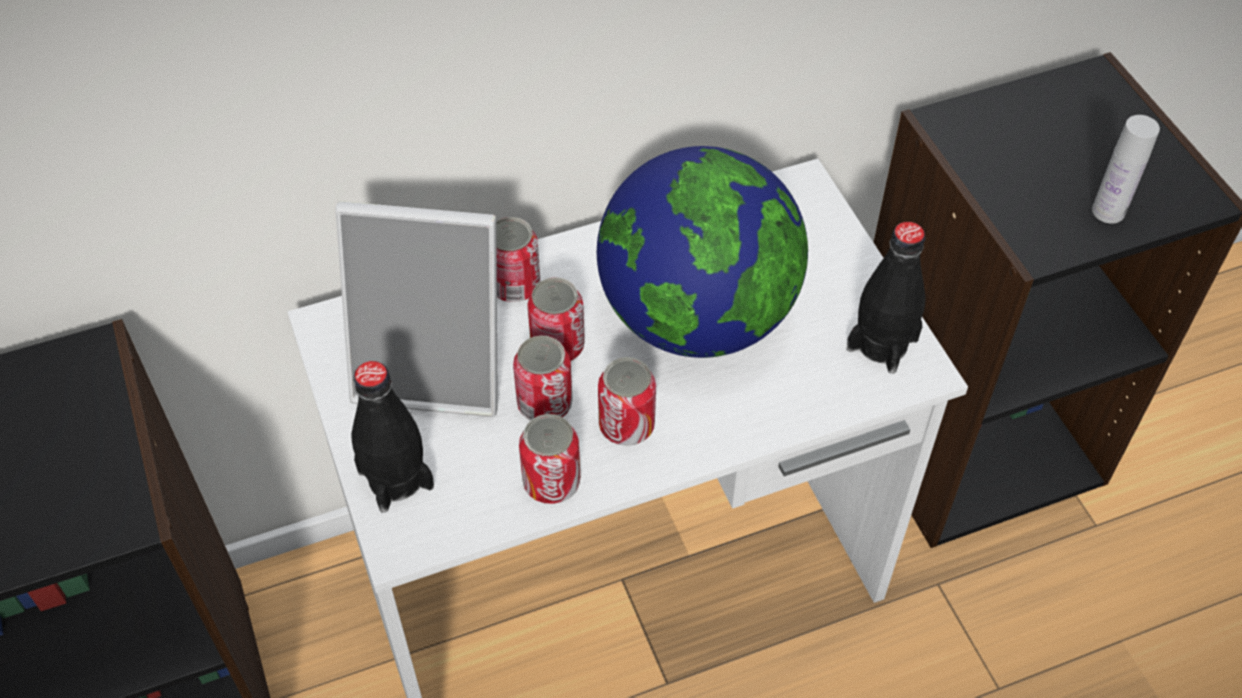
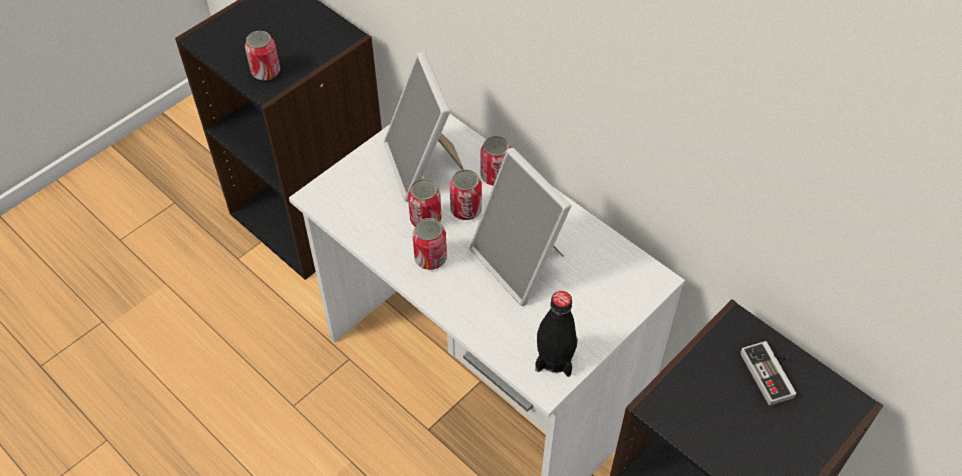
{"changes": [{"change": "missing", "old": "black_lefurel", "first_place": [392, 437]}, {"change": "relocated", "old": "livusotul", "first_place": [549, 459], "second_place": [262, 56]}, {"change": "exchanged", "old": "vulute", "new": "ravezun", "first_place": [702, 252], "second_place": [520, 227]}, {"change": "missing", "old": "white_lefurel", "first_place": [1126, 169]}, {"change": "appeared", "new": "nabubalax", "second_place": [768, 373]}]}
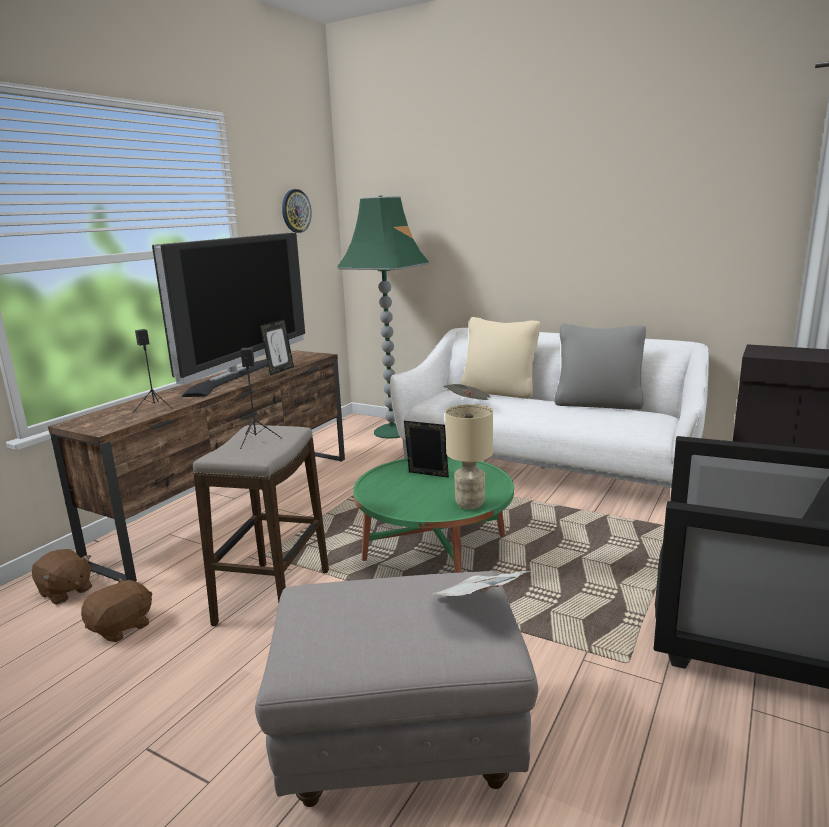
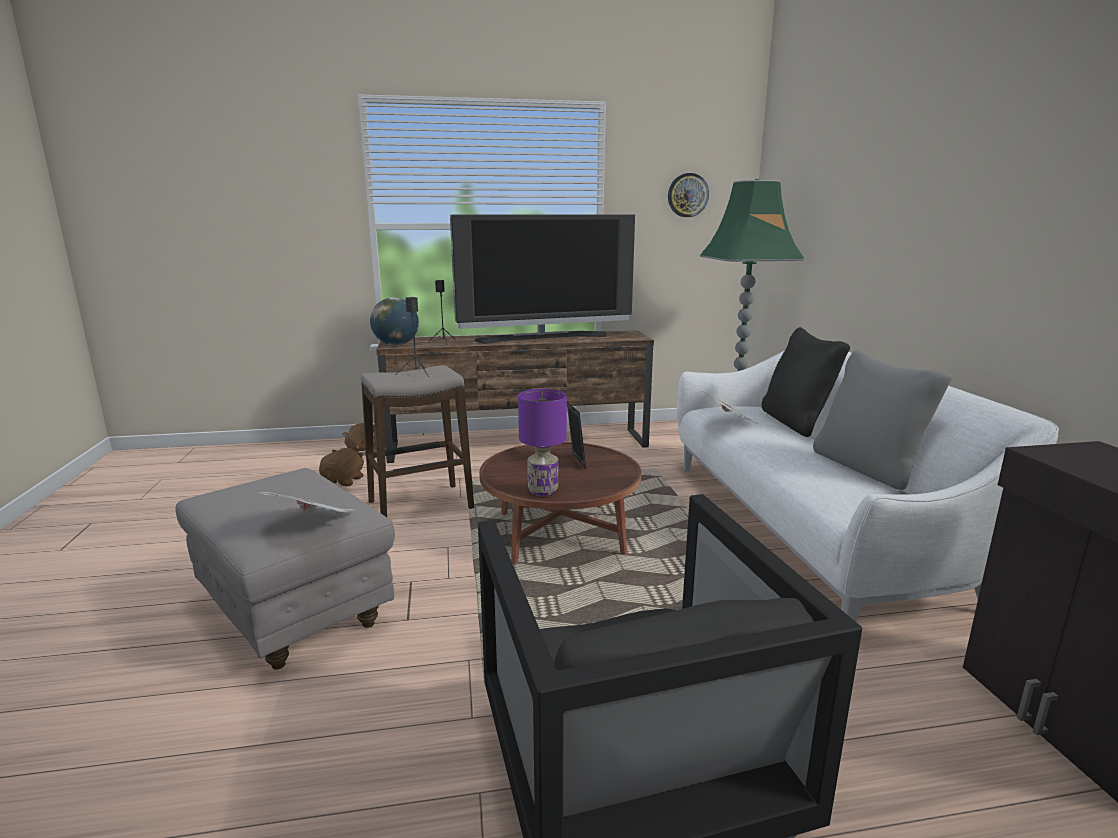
{"changes": [{"change": "spun", "old": "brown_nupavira", "first_place": [116, 610], "second_place": [341, 467], "degrees": -75}, {"change": "missing", "old": "ravezun", "first_place": [277, 347]}, {"change": "colour", "old": "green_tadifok", "new": "brown_tadifok", "first_place": [433, 514], "second_place": [560, 503]}, {"change": "colour", "old": "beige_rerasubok", "new": "purple_rerasubok", "first_place": [469, 456], "second_place": [542, 442]}, {"change": "colour", "old": "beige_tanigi", "new": "black_tanigi", "first_place": [500, 358], "second_place": [806, 382]}, {"change": "appeared", "new": "vulute", "second_place": [394, 321]}]}
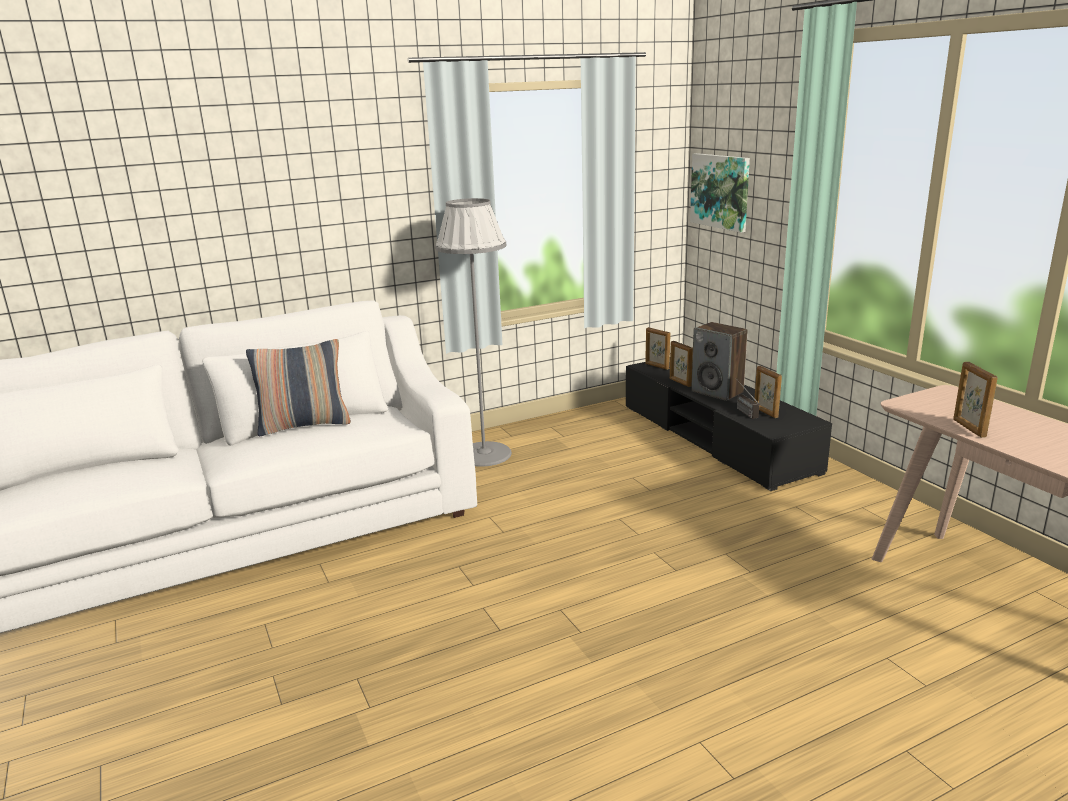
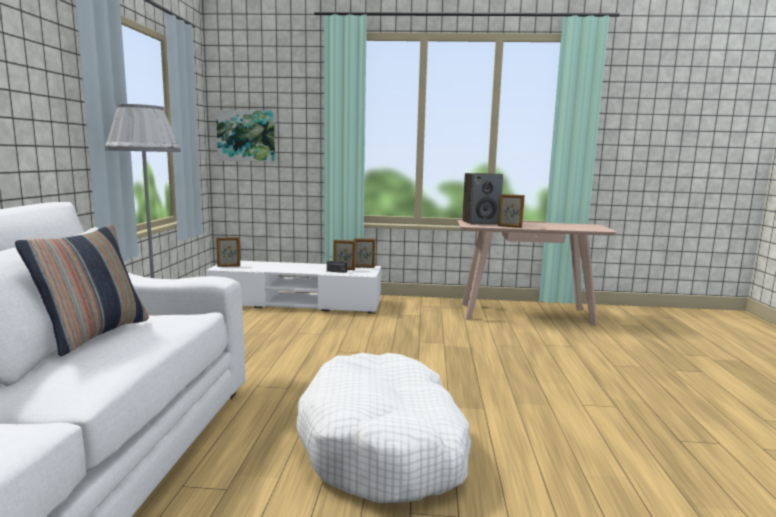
{"changes": [{"change": "colour", "old": "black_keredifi", "new": "white_keredifi", "first_place": [729, 426], "second_place": [293, 287]}, {"change": "relocated", "old": "ravezun", "first_place": [681, 364], "second_place": [364, 253]}, {"change": "relocated", "old": "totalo", "first_place": [719, 361], "second_place": [482, 199]}, {"change": "appeared", "new": "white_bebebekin", "second_place": [383, 428]}]}
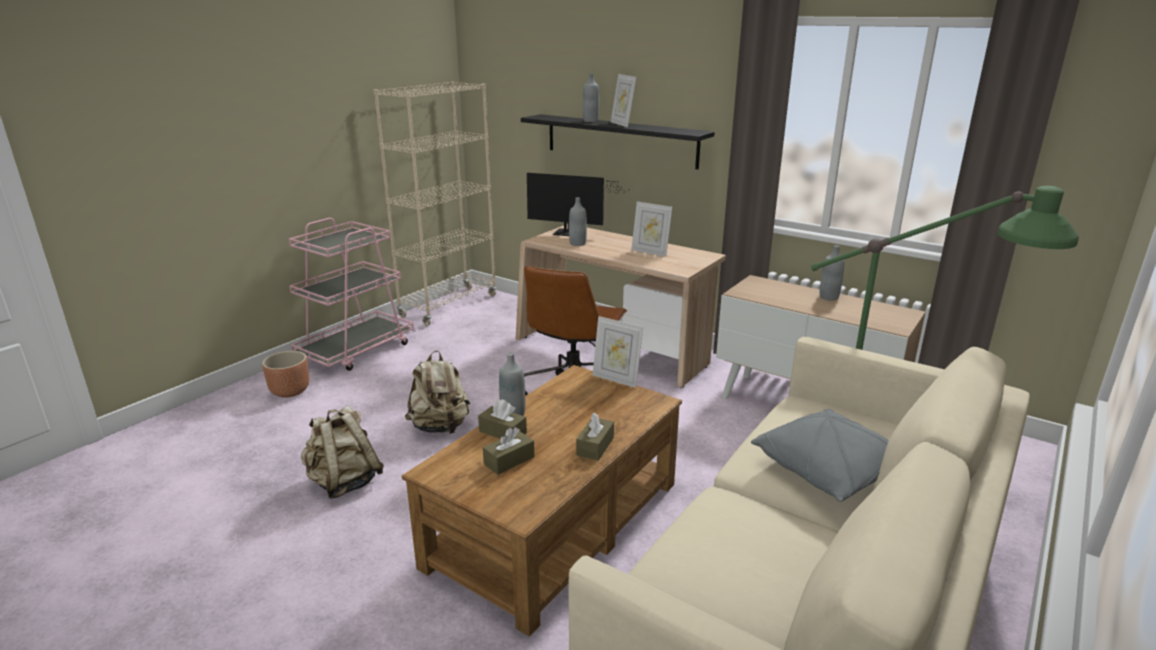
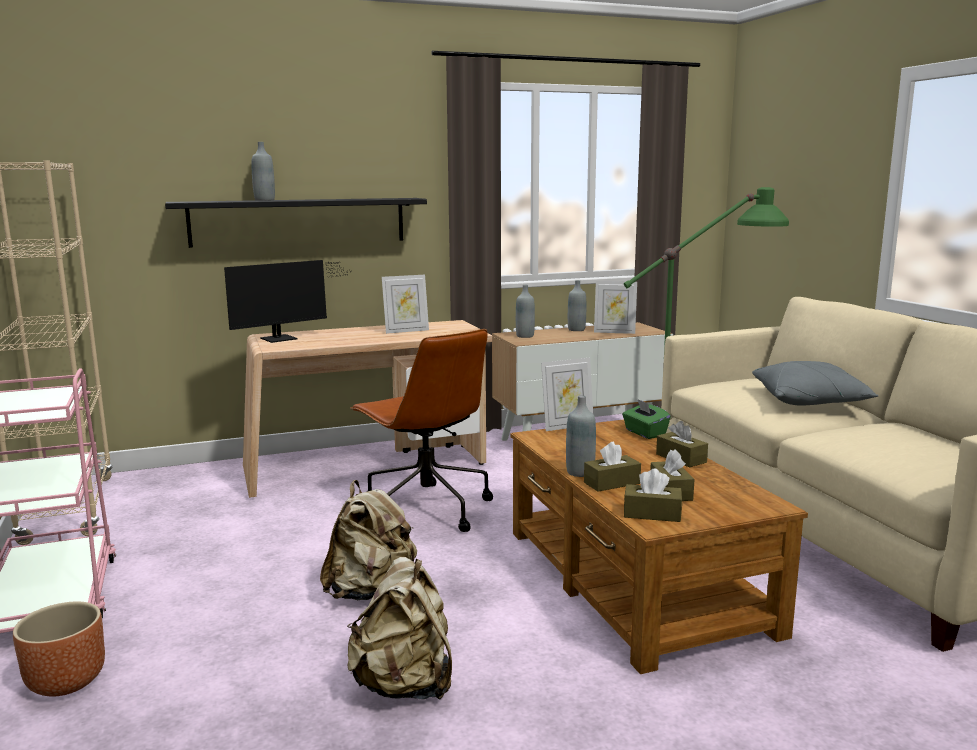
{"changes": [{"change": "relocated", "old": "grey_lefurel", "first_place": [578, 221], "second_place": [525, 311]}, {"change": "relocated", "old": "ravezun", "first_place": [623, 100], "second_place": [615, 307]}, {"change": "appeared", "new": "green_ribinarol", "second_place": [646, 419]}, {"change": "appeared", "new": "brown_ribinarol", "second_place": [653, 495]}]}
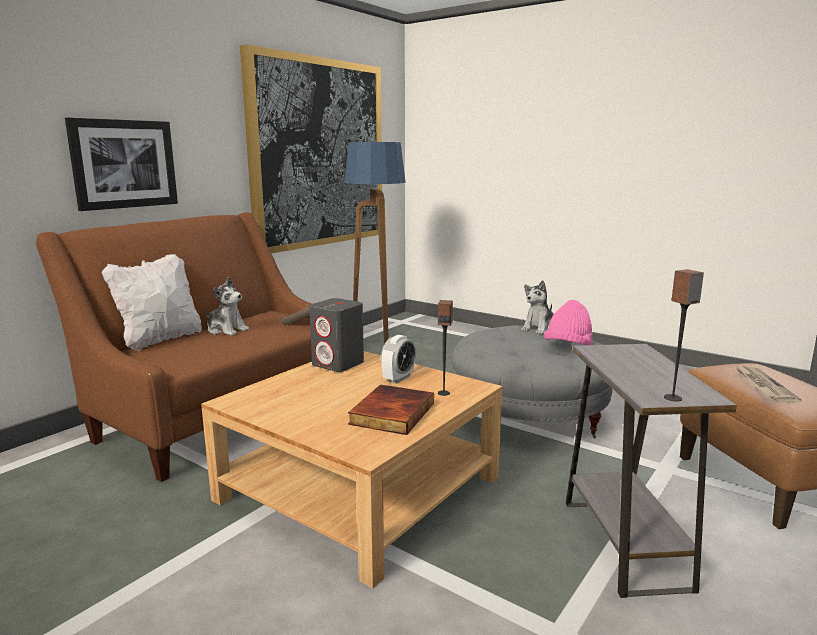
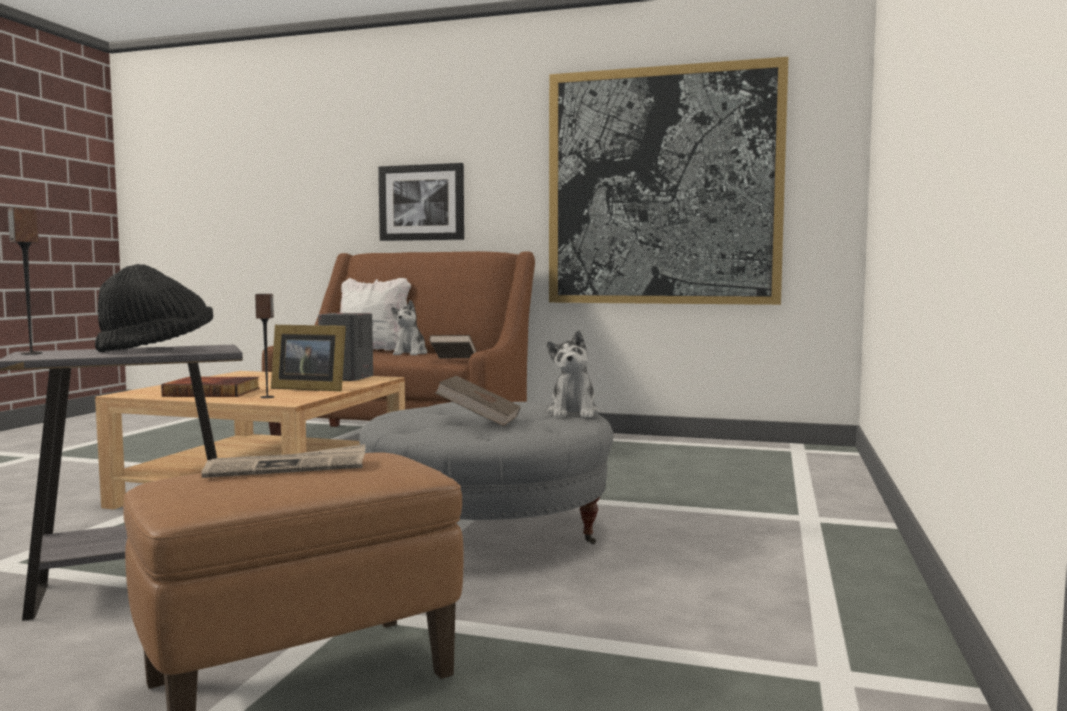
{"changes": [{"change": "missing", "old": "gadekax", "first_place": [375, 243]}, {"change": "exchanged", "old": "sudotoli", "new": "ravezun", "first_place": [398, 359], "second_place": [308, 358]}, {"change": "spun", "old": "nupavira", "first_place": [537, 307], "second_place": [573, 374], "degrees": -105}, {"change": "exchanged", "old": "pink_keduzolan", "new": "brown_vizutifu", "first_place": [568, 322], "second_place": [478, 401]}, {"change": "appeared", "new": "black_keduzolan", "second_place": [154, 308]}]}
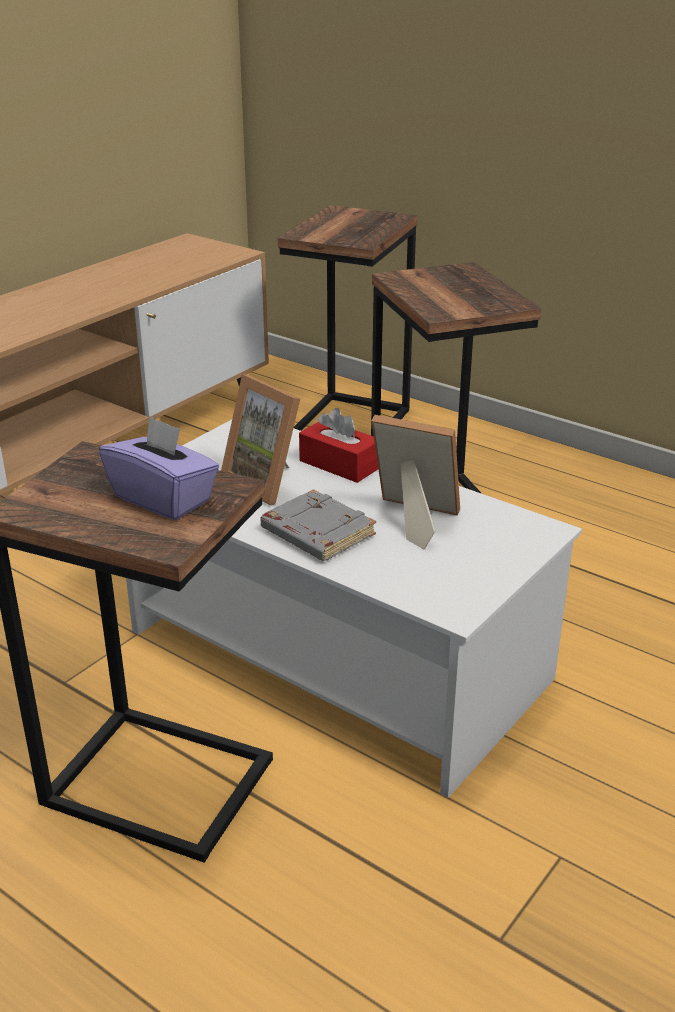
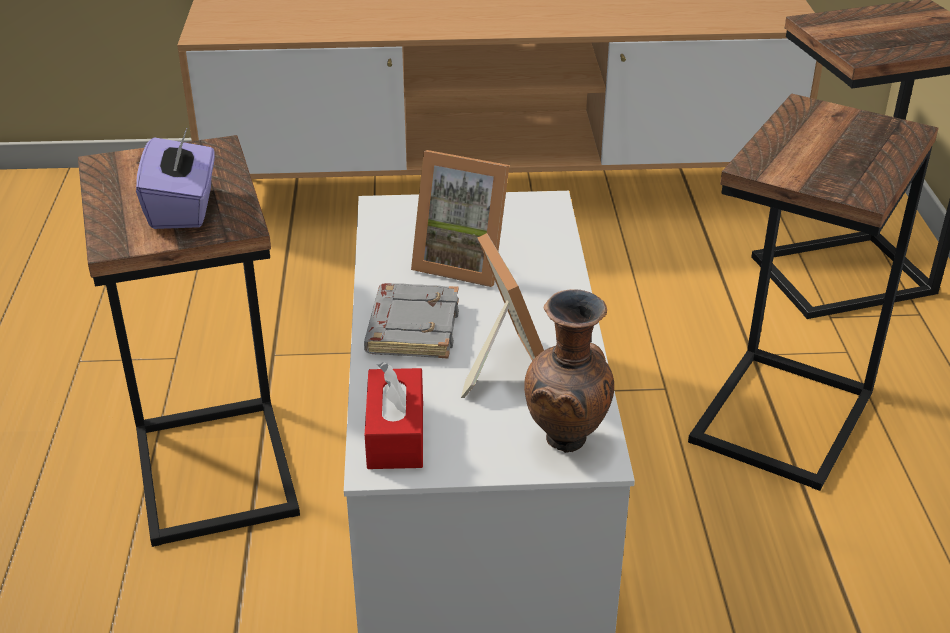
{"changes": [{"change": "spun", "old": "ravezun", "first_place": [260, 440], "second_place": [460, 218], "degrees": -75}, {"change": "relocated", "old": "red_ribinarol", "first_place": [338, 445], "second_place": [394, 415]}, {"change": "appeared", "new": "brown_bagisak", "second_place": [569, 371]}]}
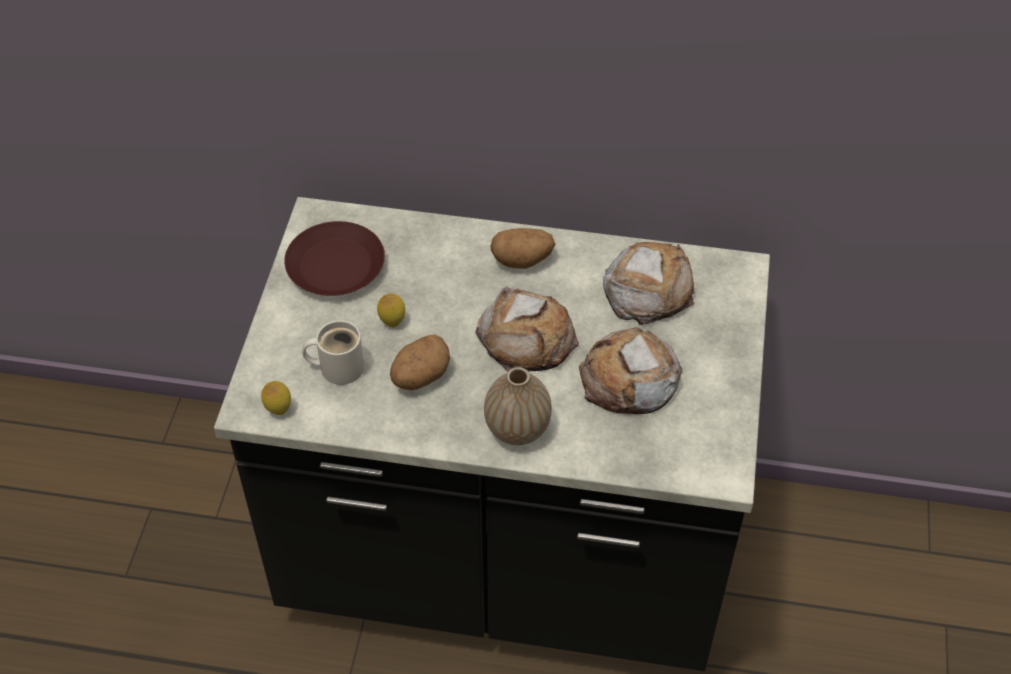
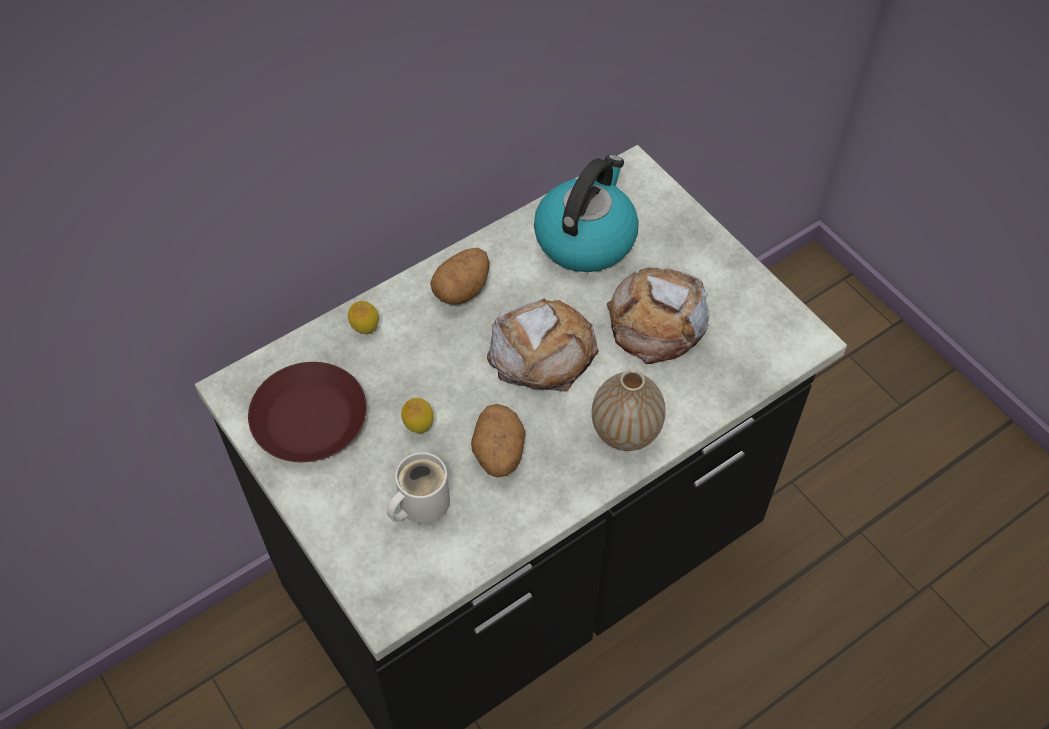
{"changes": [{"change": "relocated", "old": "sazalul", "first_place": [276, 398], "second_place": [363, 317]}, {"change": "exchanged", "old": "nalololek", "new": "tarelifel", "first_place": [649, 283], "second_place": [586, 213]}]}
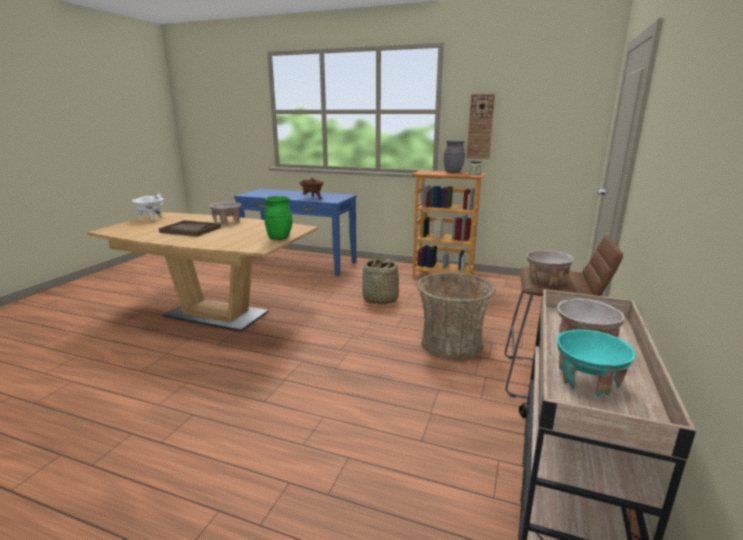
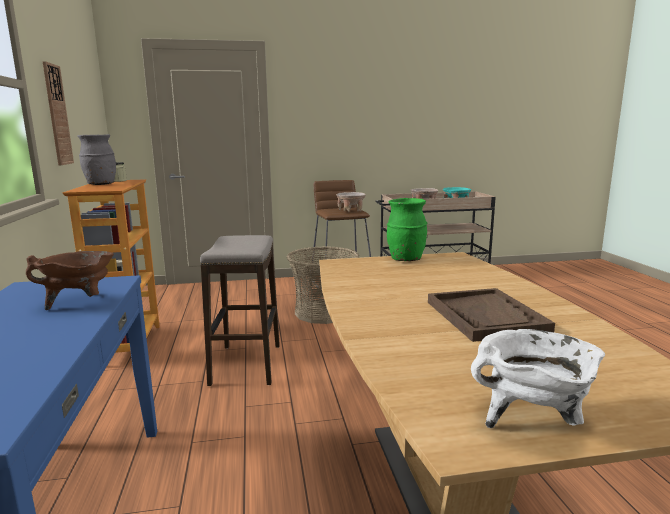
{"changes": [{"change": "missing", "old": "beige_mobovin", "first_place": [225, 213]}, {"change": "exchanged", "old": "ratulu", "new": "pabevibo", "first_place": [380, 280], "second_place": [240, 310]}]}
